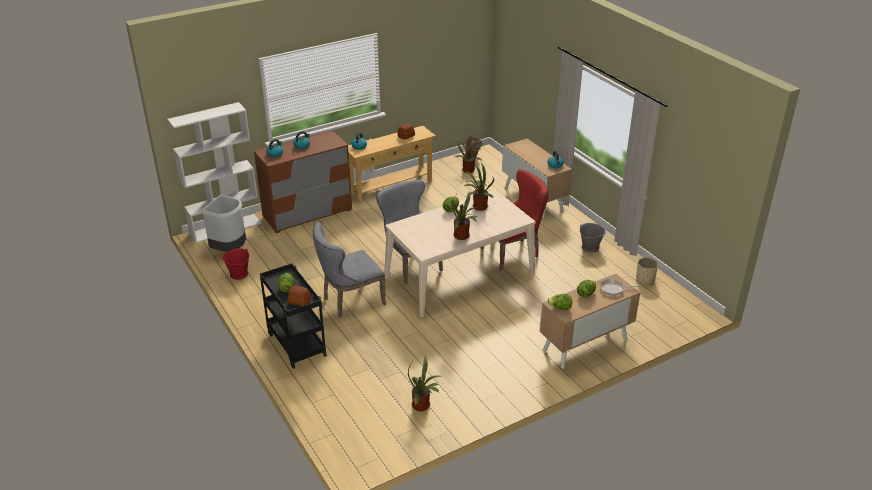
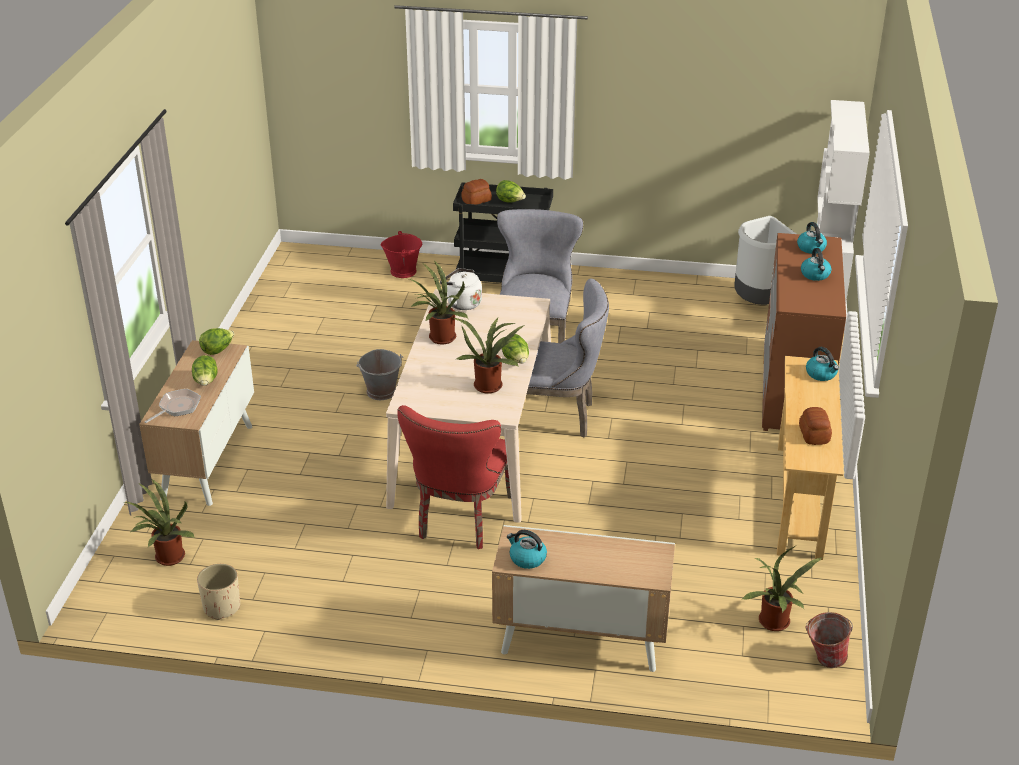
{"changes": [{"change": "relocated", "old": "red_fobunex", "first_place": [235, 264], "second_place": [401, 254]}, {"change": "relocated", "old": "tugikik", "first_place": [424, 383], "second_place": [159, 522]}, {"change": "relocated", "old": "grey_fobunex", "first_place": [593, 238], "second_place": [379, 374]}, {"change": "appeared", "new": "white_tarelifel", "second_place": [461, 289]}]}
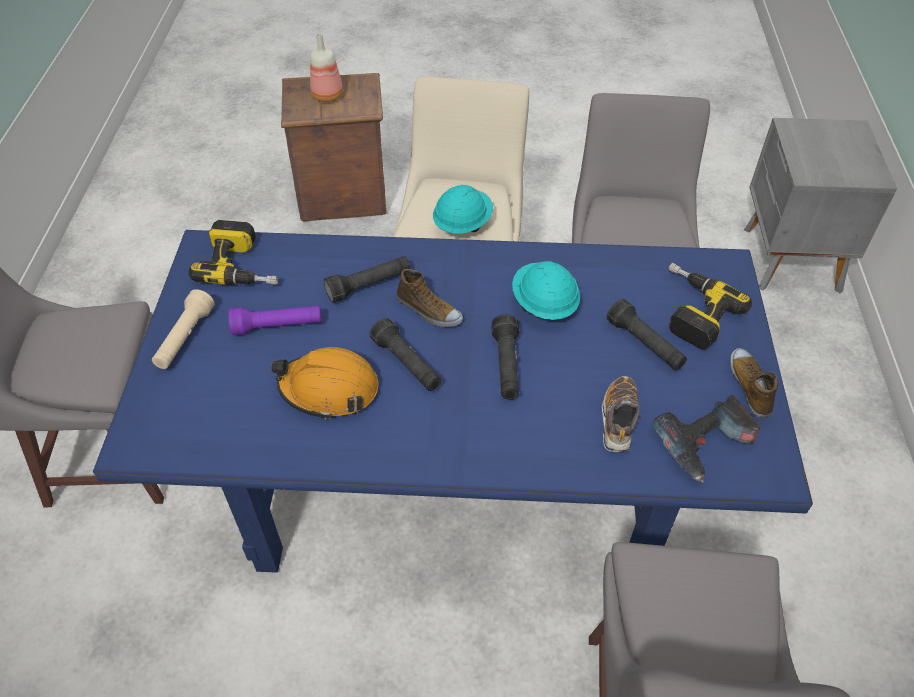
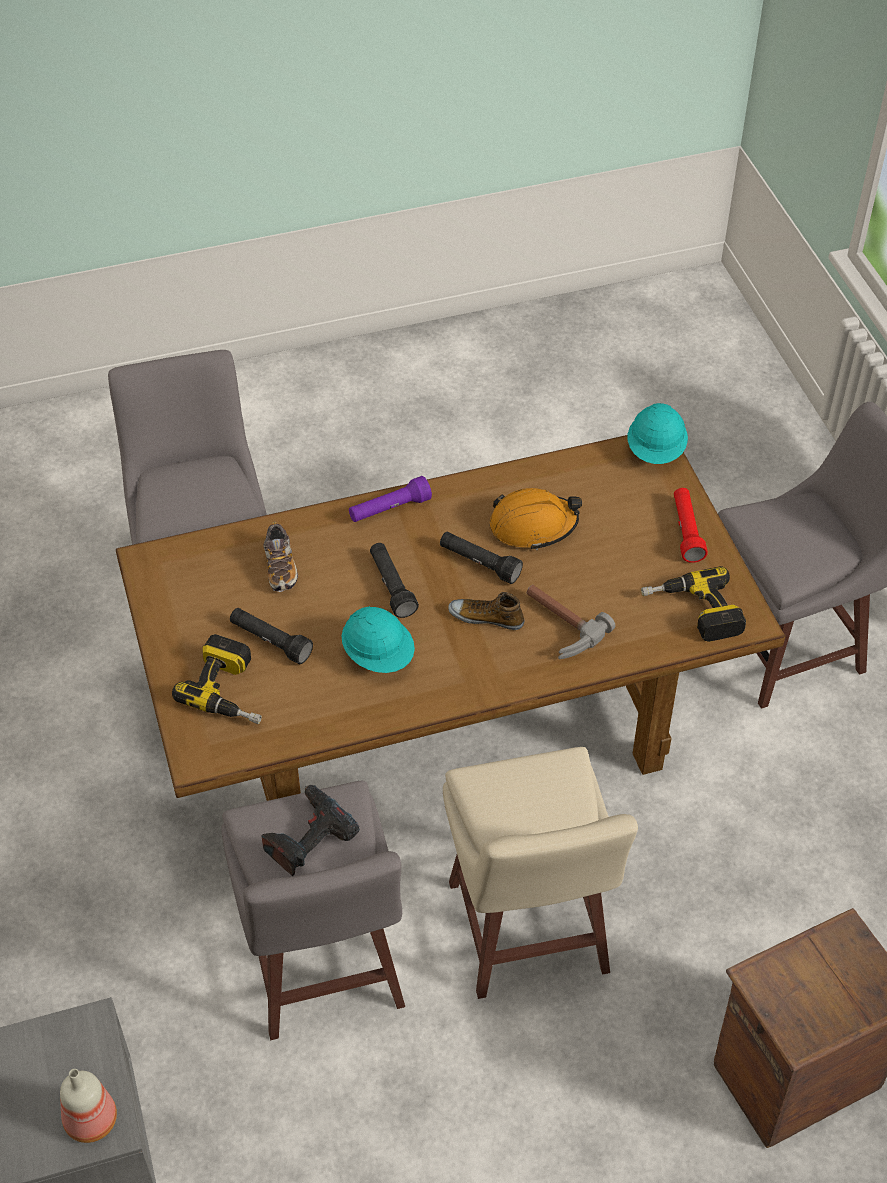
{"changes": [{"change": "colour", "old": "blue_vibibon", "new": "brown_vibibon", "first_place": [453, 401], "second_place": [450, 618]}, {"change": "colour", "old": "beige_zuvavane", "new": "red_zuvavane", "first_place": [183, 329], "second_place": [691, 525]}, {"change": "relocated", "old": "purple_zuvavane", "first_place": [275, 320], "second_place": [390, 499]}, {"change": "relocated", "old": "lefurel", "first_place": [326, 67], "second_place": [88, 1106]}, {"change": "exchanged", "old": "black_zuvavane", "new": "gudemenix", "first_place": [367, 279], "second_place": [571, 622]}, {"change": "relocated", "old": "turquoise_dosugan", "first_place": [463, 209], "second_place": [658, 433]}, {"change": "relocated", "old": "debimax", "first_place": [706, 438], "second_place": [310, 830]}, {"change": "missing", "old": "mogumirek", "first_place": [754, 383]}]}
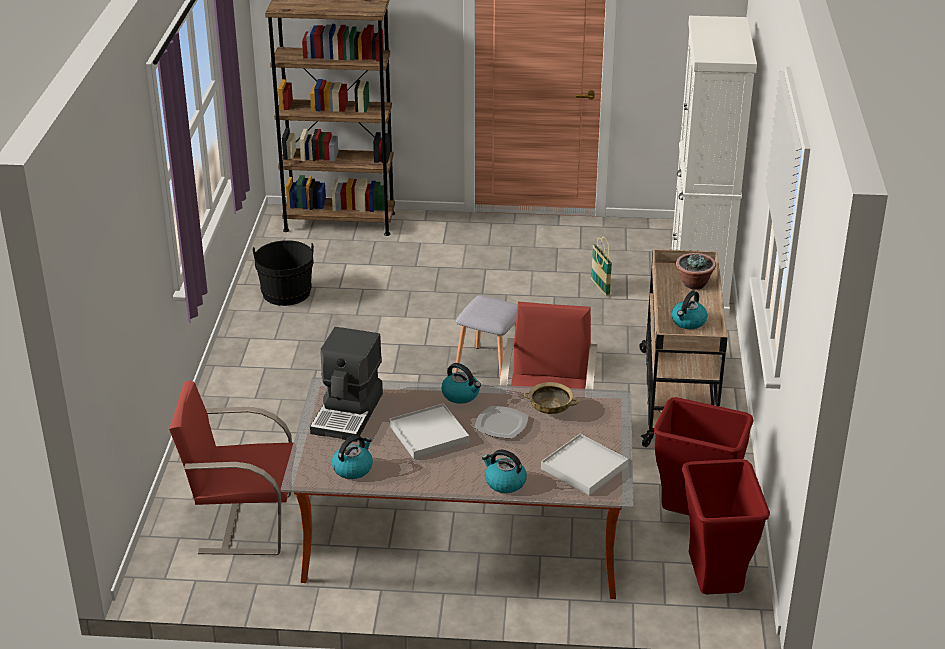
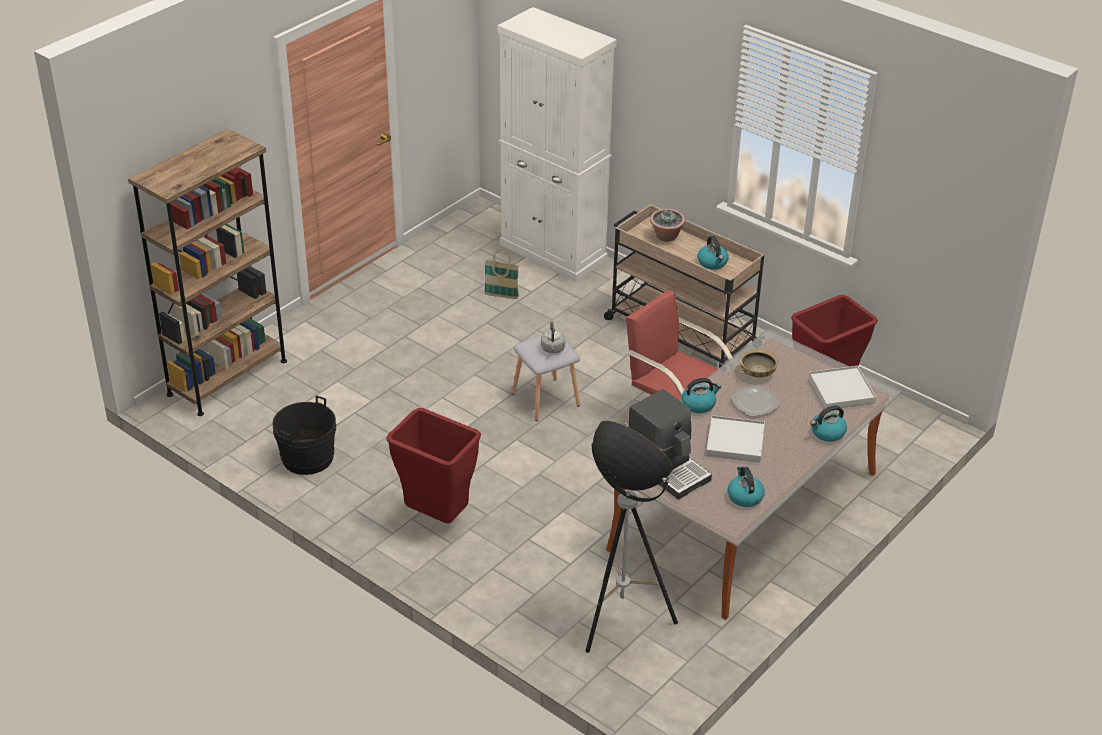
{"changes": [{"change": "exchanged", "old": "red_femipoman", "new": "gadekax", "first_place": [231, 467], "second_place": [632, 536]}, {"change": "relocated", "old": "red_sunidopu", "first_place": [726, 526], "second_place": [433, 465]}, {"change": "appeared", "new": "grey_tarelifel", "second_place": [553, 337]}]}
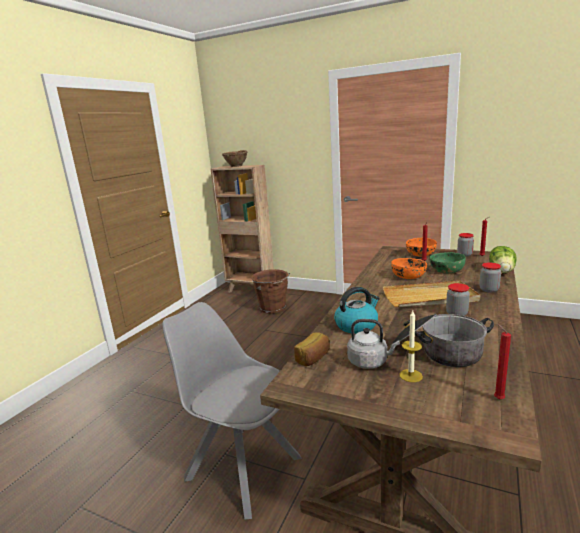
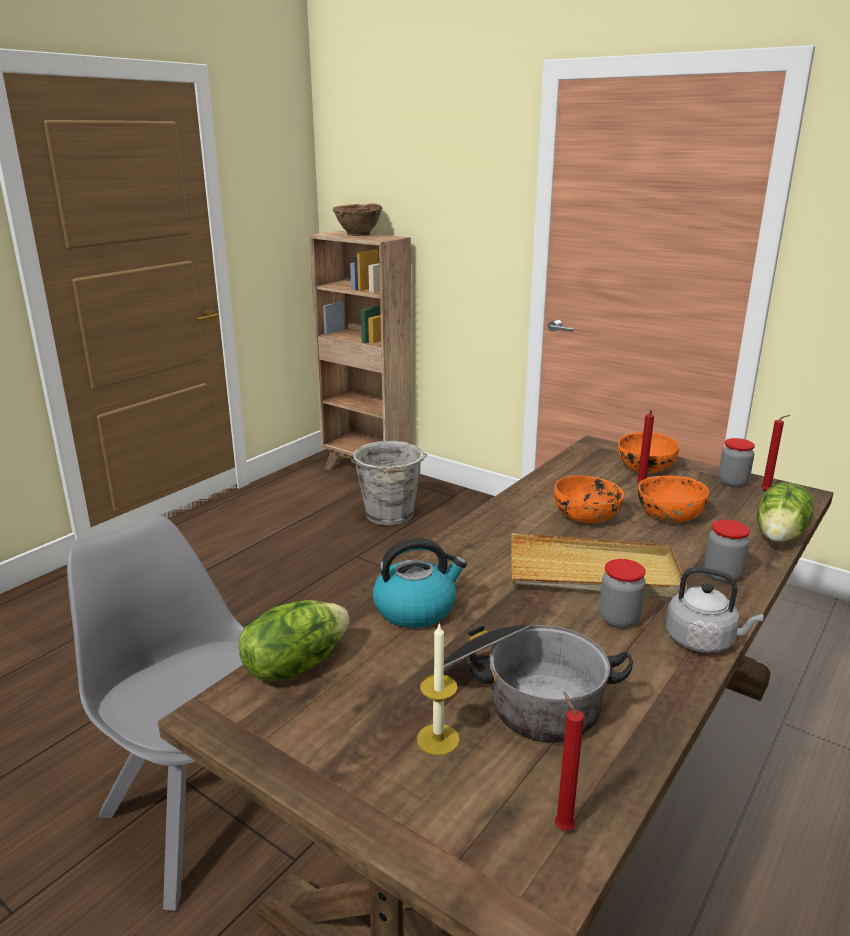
{"changes": [{"change": "colour", "old": "brown_fobunex", "new": "grey_fobunex", "first_place": [270, 291], "second_place": [389, 483]}, {"change": "exchanged", "old": "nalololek", "new": "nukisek", "first_place": [312, 349], "second_place": [294, 640]}, {"change": "relocated", "old": "grey_tarelifel", "first_place": [373, 344], "second_place": [715, 610]}, {"change": "colour", "old": "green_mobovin", "new": "orange_mobovin", "first_place": [448, 262], "second_place": [673, 498]}]}
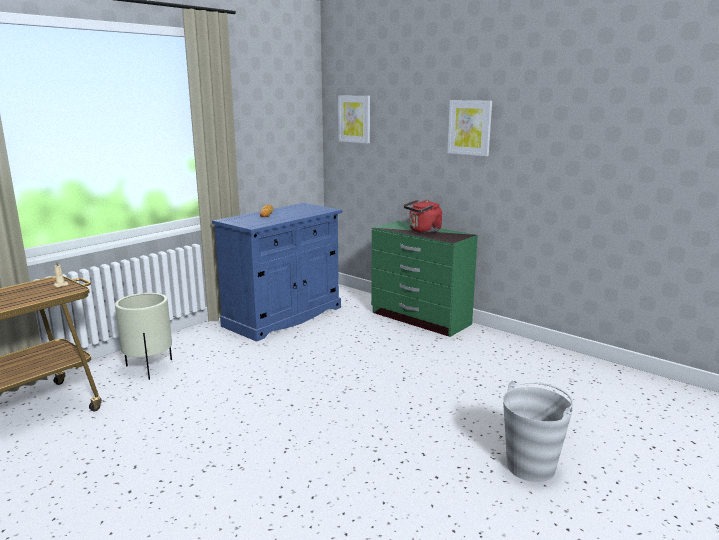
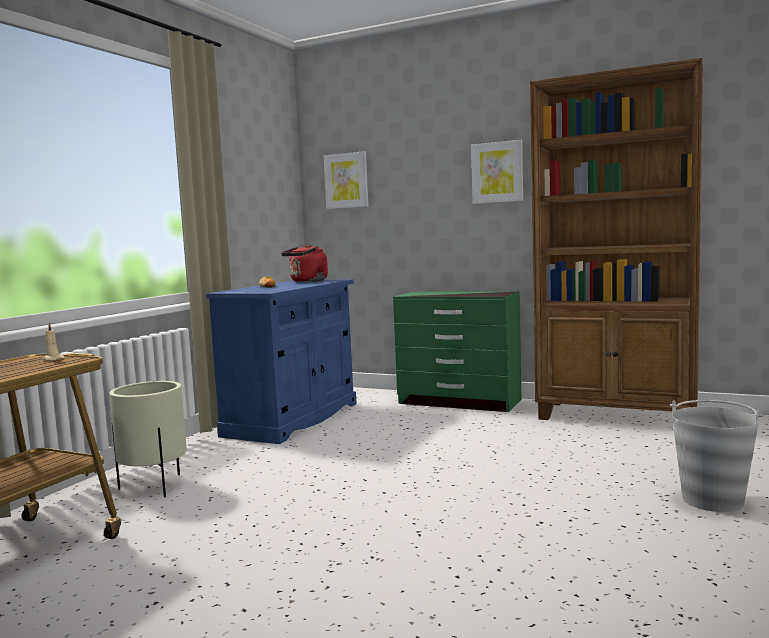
{"changes": [{"change": "relocated", "old": "red_tarelifel", "first_place": [423, 216], "second_place": [304, 263]}, {"change": "appeared", "new": "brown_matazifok", "second_place": [616, 239]}]}
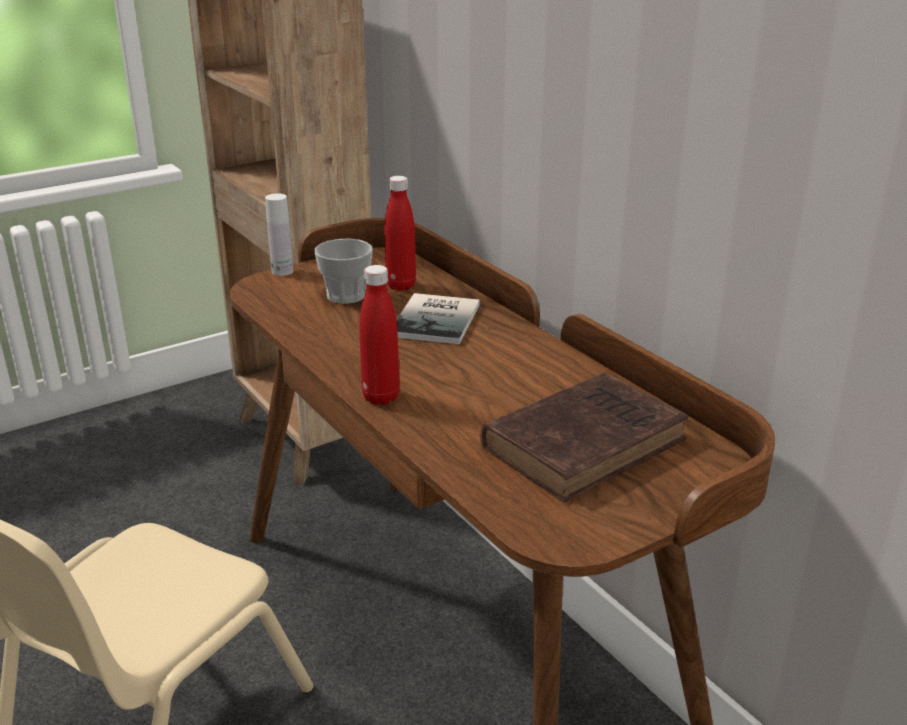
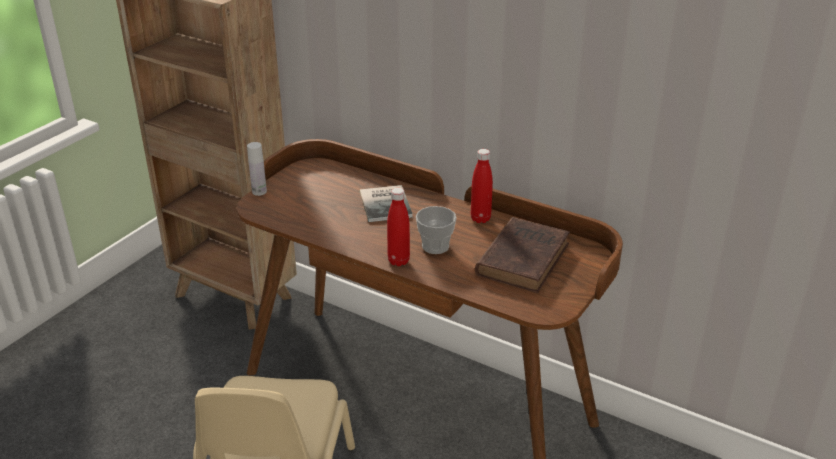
{"changes": [{"change": "relocated", "old": "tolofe", "first_place": [344, 271], "second_place": [436, 230]}, {"change": "relocated", "old": "red_lefurel", "first_place": [400, 233], "second_place": [482, 186]}]}
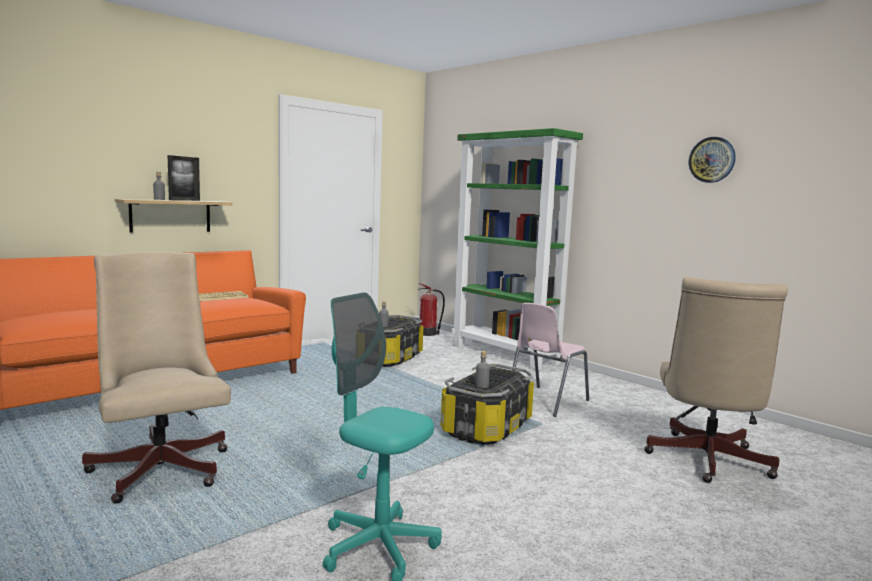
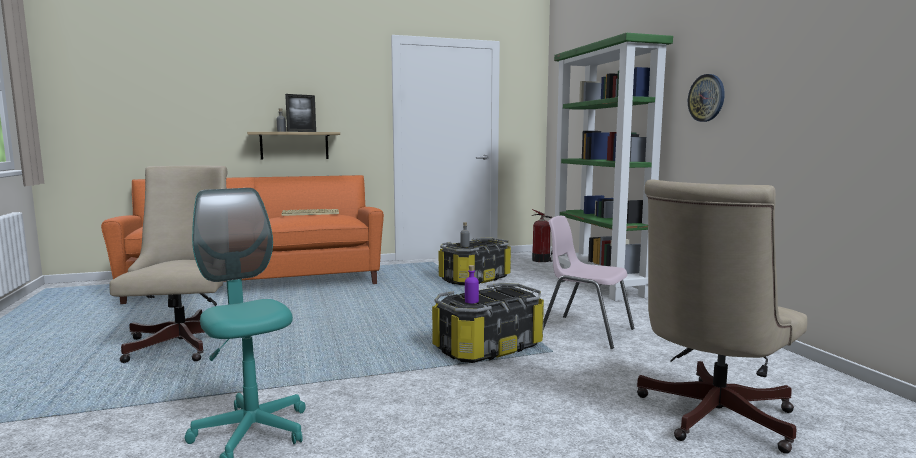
{"changes": [{"change": "colour", "old": "grey_lefurel", "new": "purple_lefurel", "first_place": [483, 369], "second_place": [472, 284]}, {"change": "spun", "old": "pink_femipoman", "first_place": [550, 360], "second_place": [588, 282], "degrees": 60}, {"change": "relocated", "old": "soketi", "first_place": [712, 160], "second_place": [706, 98]}]}
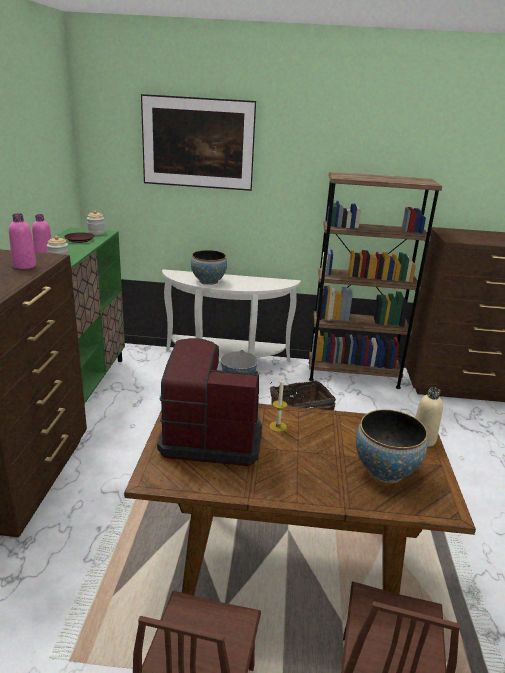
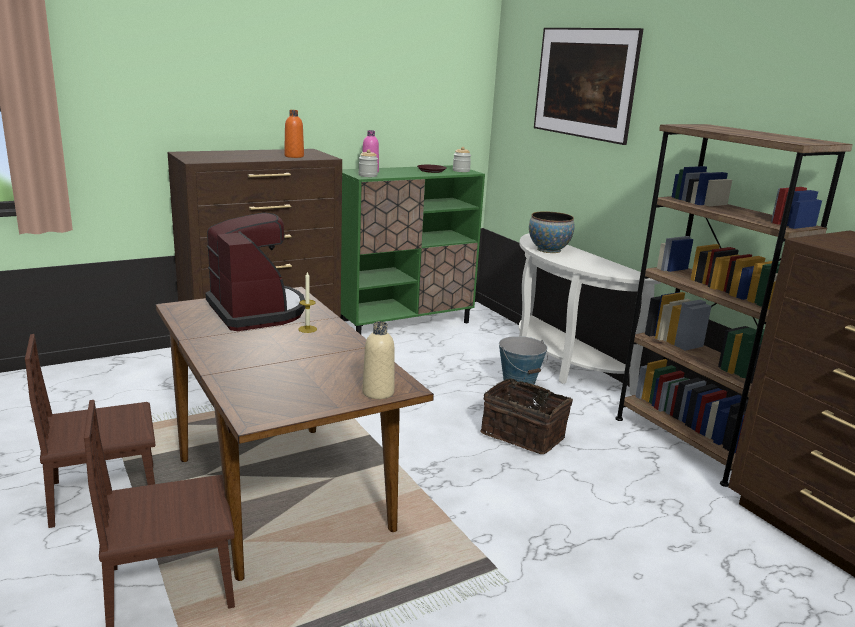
{"changes": [{"change": "colour", "old": "pink_lefurel", "new": "orange_lefurel", "first_place": [22, 241], "second_place": [294, 134]}, {"change": "missing", "old": "mobovin", "first_place": [391, 446]}]}
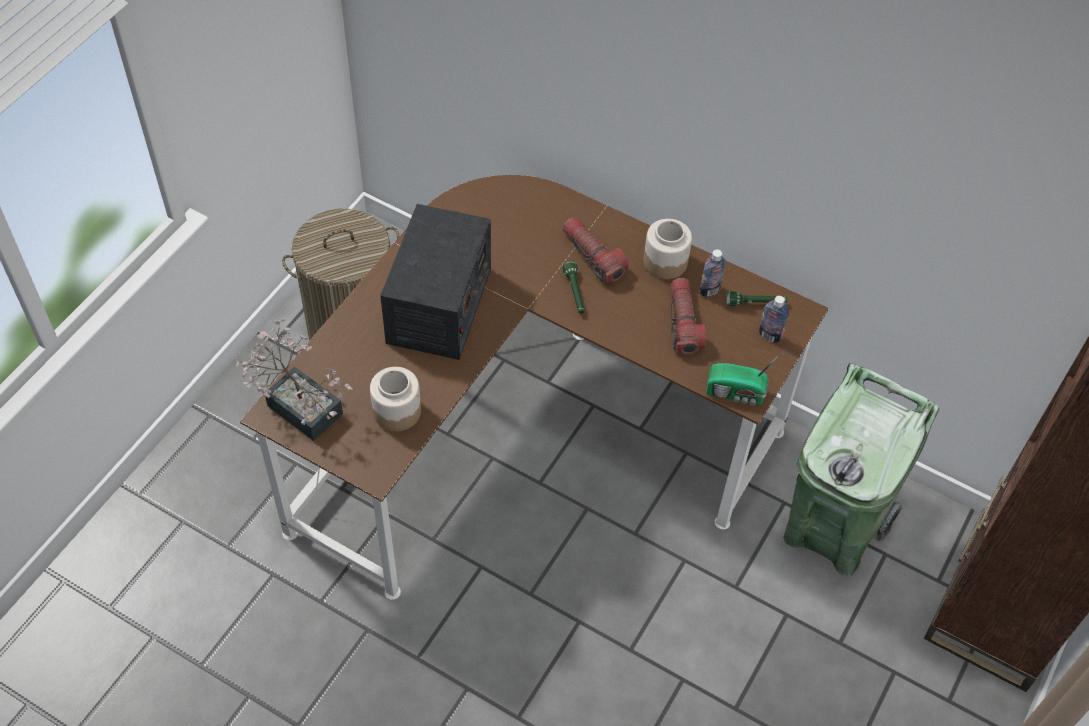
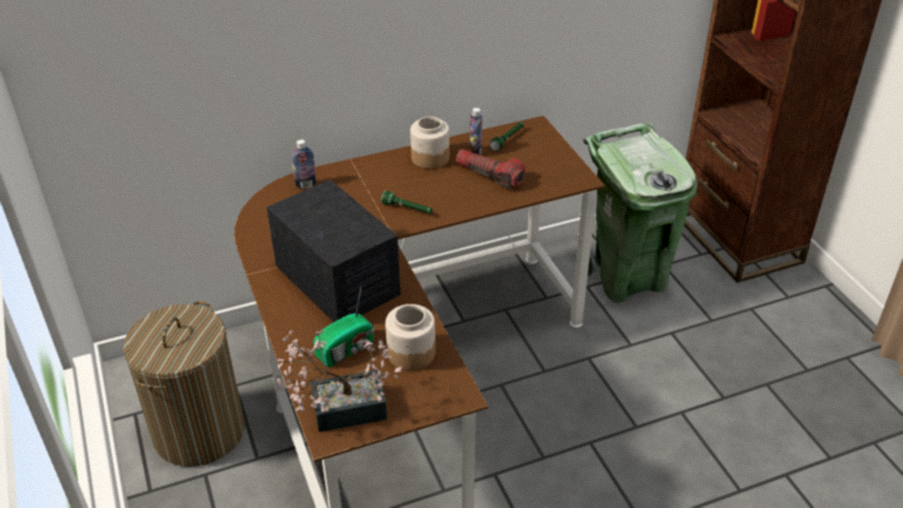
{"changes": [{"change": "missing", "old": "zuvavane", "first_place": [596, 250]}, {"change": "relocated", "old": "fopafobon", "first_place": [742, 380], "second_place": [343, 327]}, {"change": "relocated", "old": "lefurel", "first_place": [774, 319], "second_place": [304, 164]}]}
